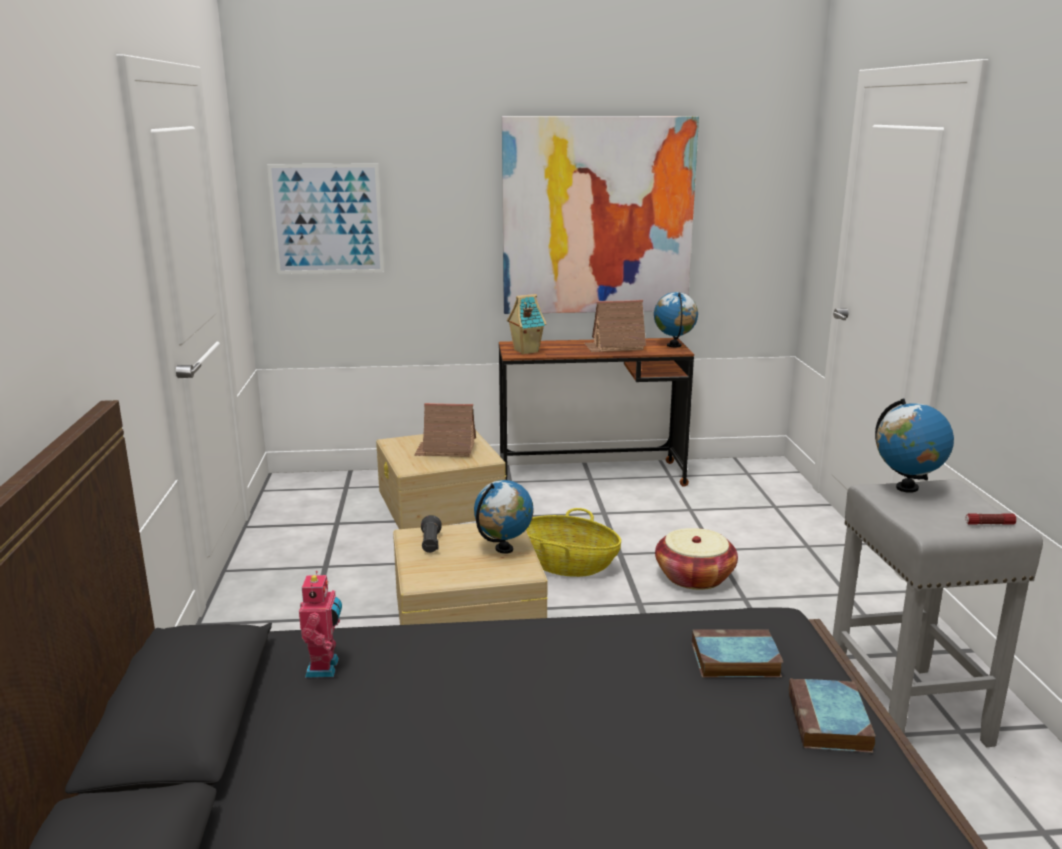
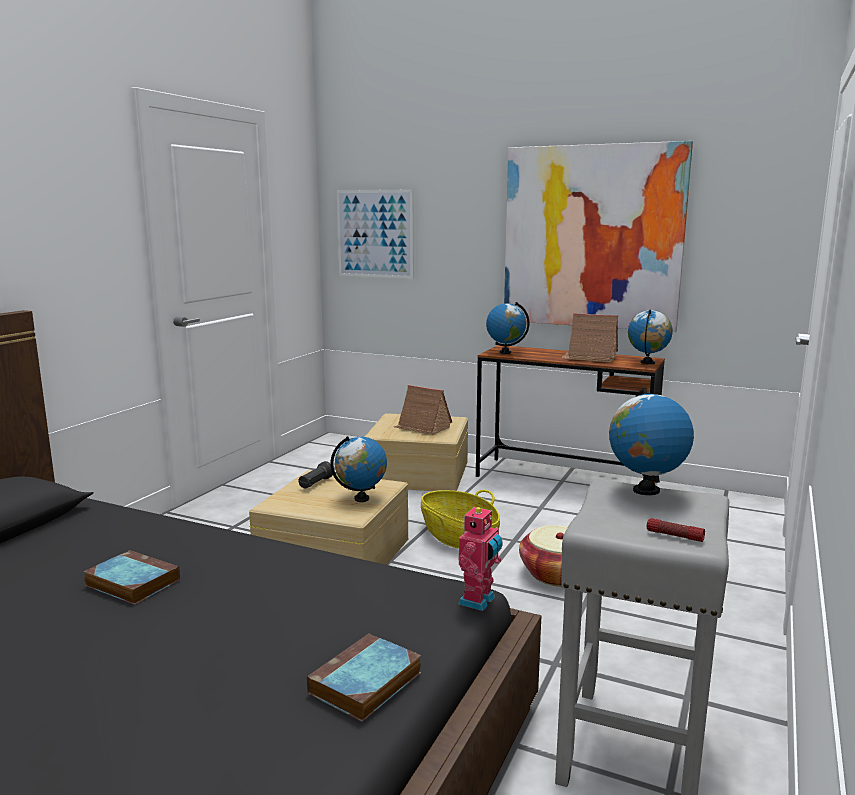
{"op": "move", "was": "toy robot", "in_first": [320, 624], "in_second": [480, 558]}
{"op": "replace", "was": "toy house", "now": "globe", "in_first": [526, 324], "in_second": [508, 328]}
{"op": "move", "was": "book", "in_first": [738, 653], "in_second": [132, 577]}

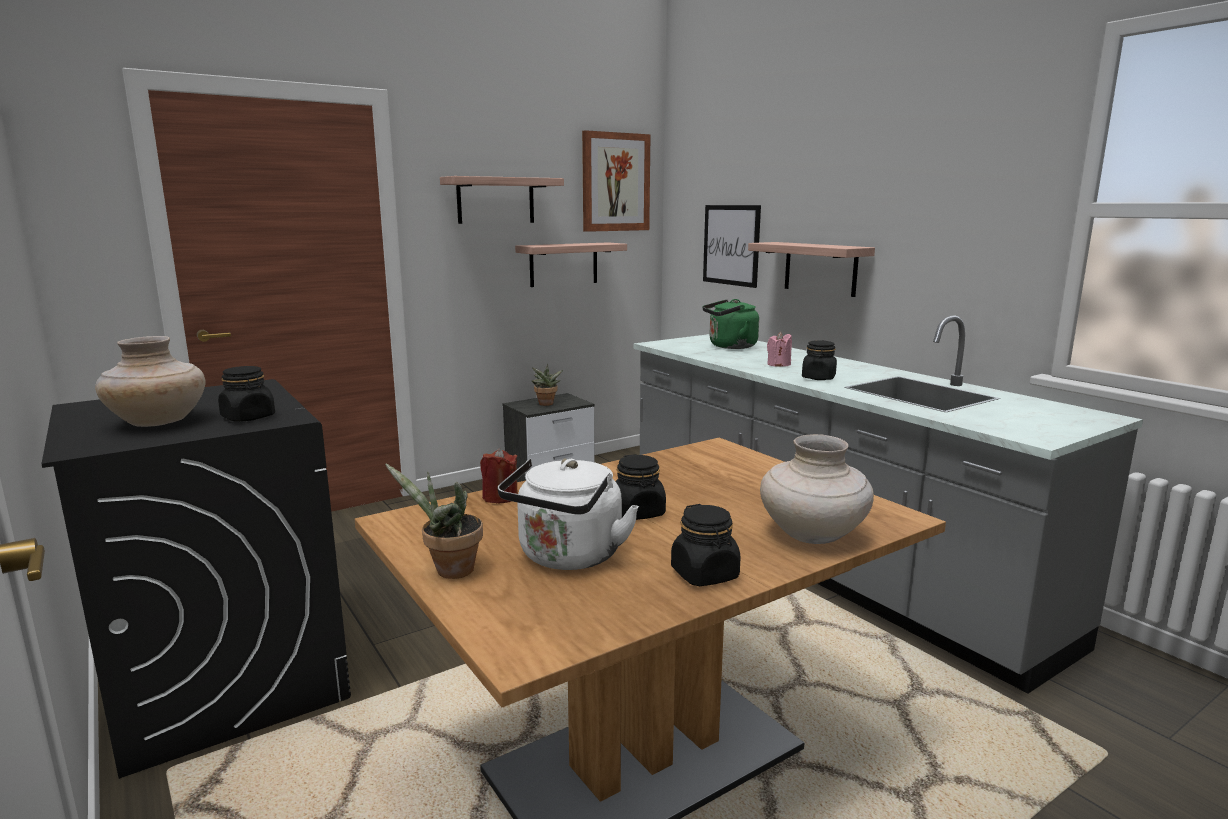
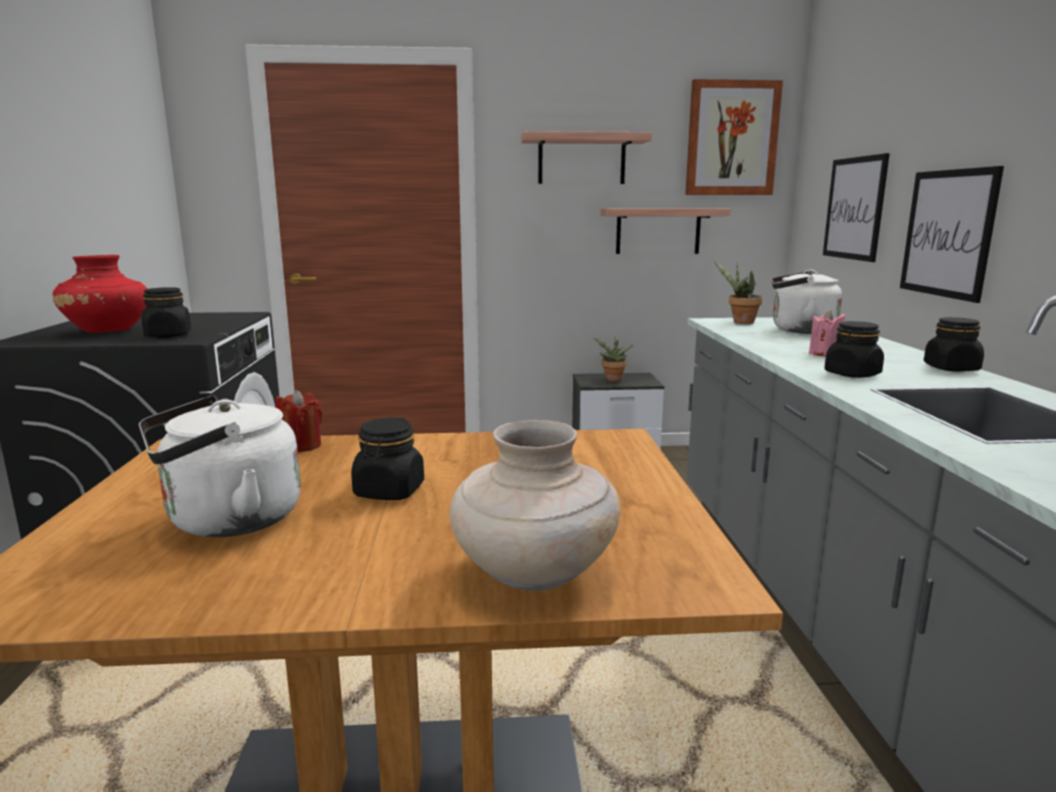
{"op": "recolor", "was": "vase/beige", "now": "vase/red", "in_first": [150, 381], "in_second": [100, 294]}
{"op": "move", "was": "potted plant", "in_first": [434, 521], "in_second": [738, 293]}
{"op": "move", "was": "jar/black", "in_first": [706, 545], "in_second": [954, 344]}
{"op": "recolor", "was": "kettle/green", "now": "kettle/white", "in_first": [730, 324], "in_second": [806, 302]}
{"op": "replace", "was": "shelf", "now": "picture", "in_first": [811, 269], "in_second": [952, 234]}

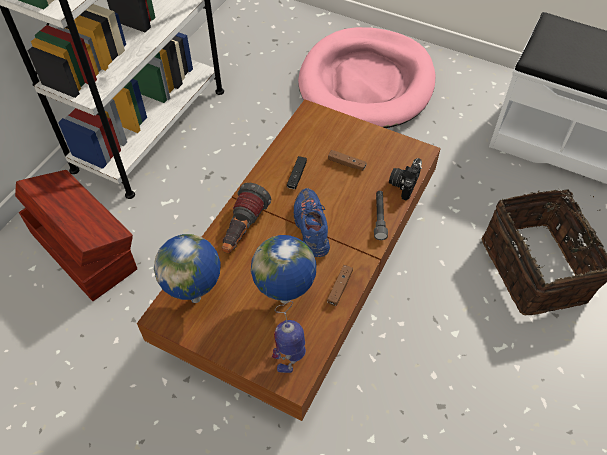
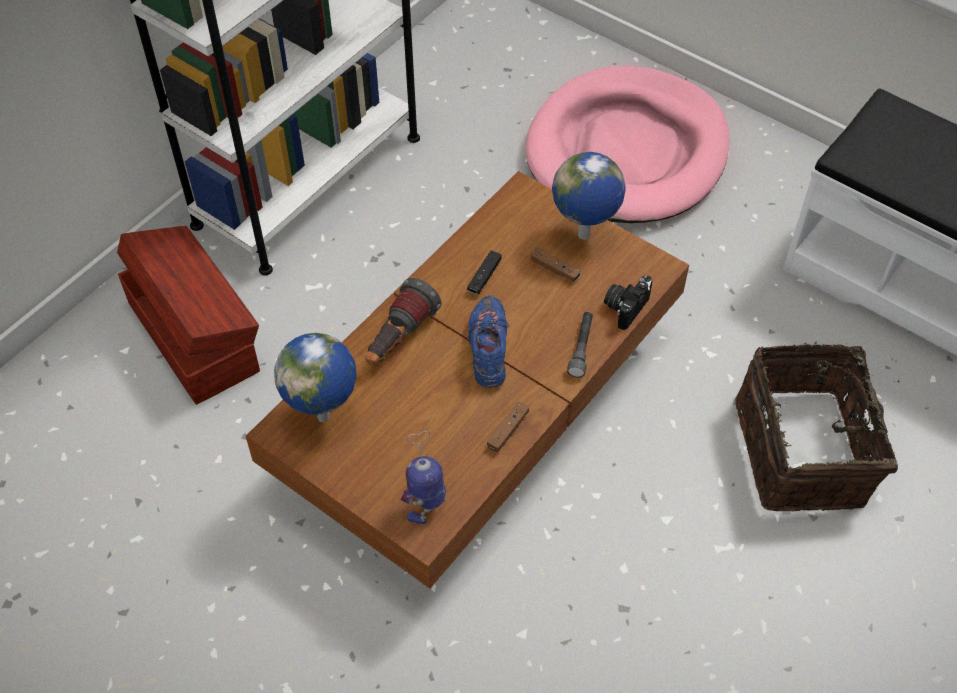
{"op": "move", "was": "globe", "in_first": [283, 269], "in_second": [589, 196]}

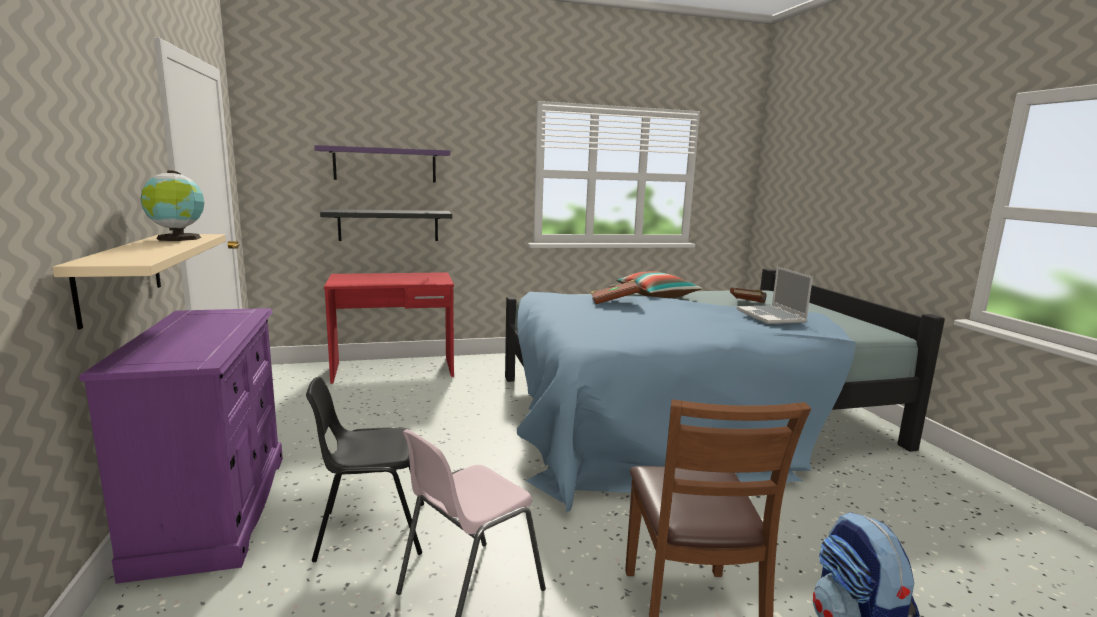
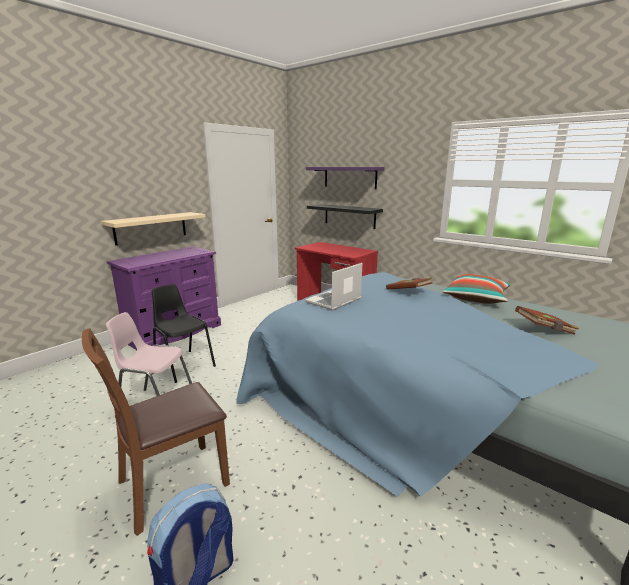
{"op": "delete", "was": "globe", "in_first": [172, 205]}
{"op": "move", "was": "laptop", "in_first": [775, 295], "in_second": [333, 287]}

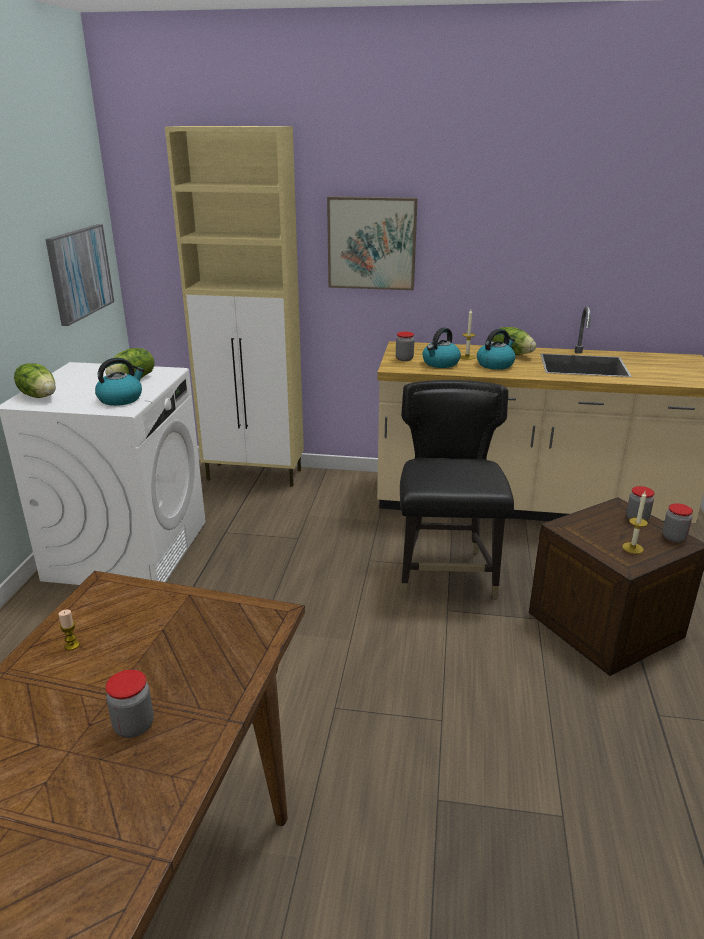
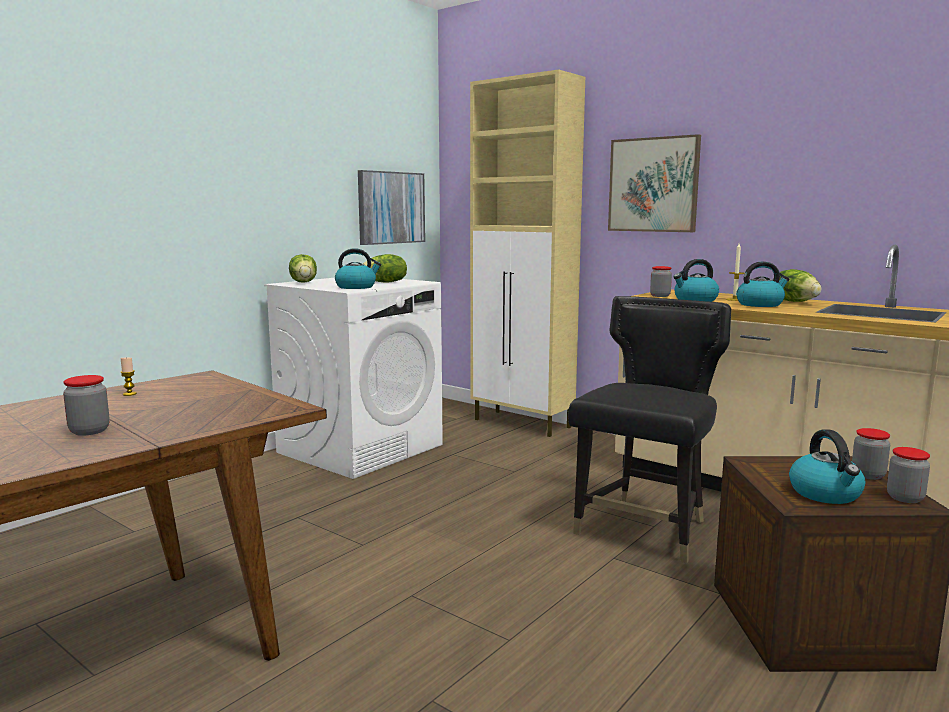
{"op": "replace", "was": "candle", "now": "kettle", "in_first": [635, 523], "in_second": [827, 466]}

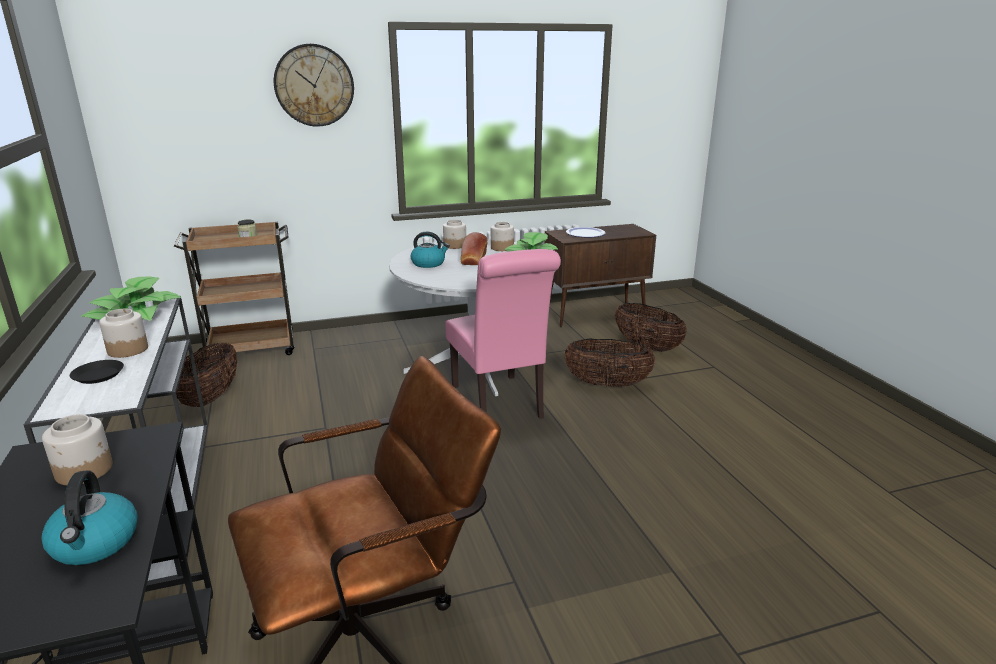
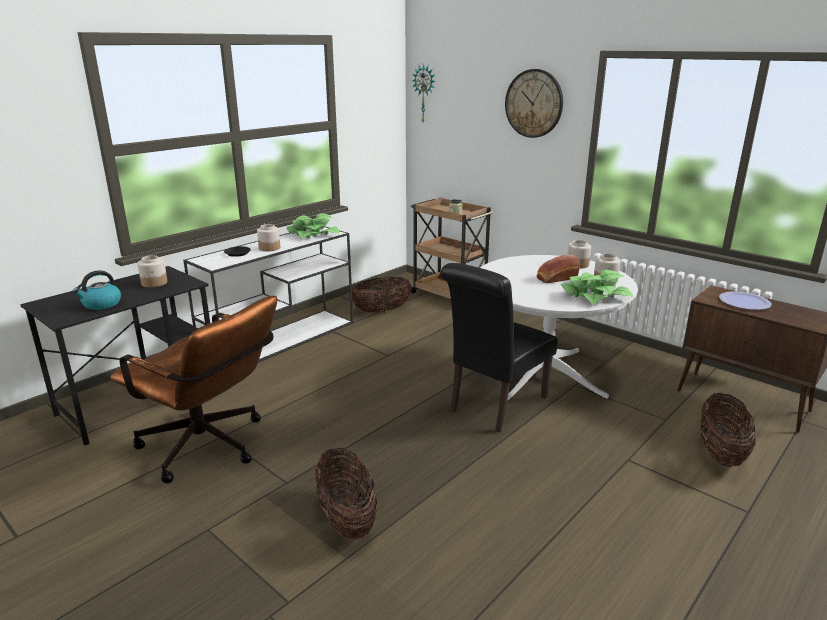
{"op": "delete", "was": "kettle", "in_first": [430, 250]}
{"op": "recolor", "was": "chair/pink", "now": "chair/black", "in_first": [503, 334], "in_second": [499, 348]}
{"op": "move", "was": "basket", "in_first": [609, 362], "in_second": [346, 494]}
{"op": "insert", "now": "wall clock", "in_second": [424, 93]}

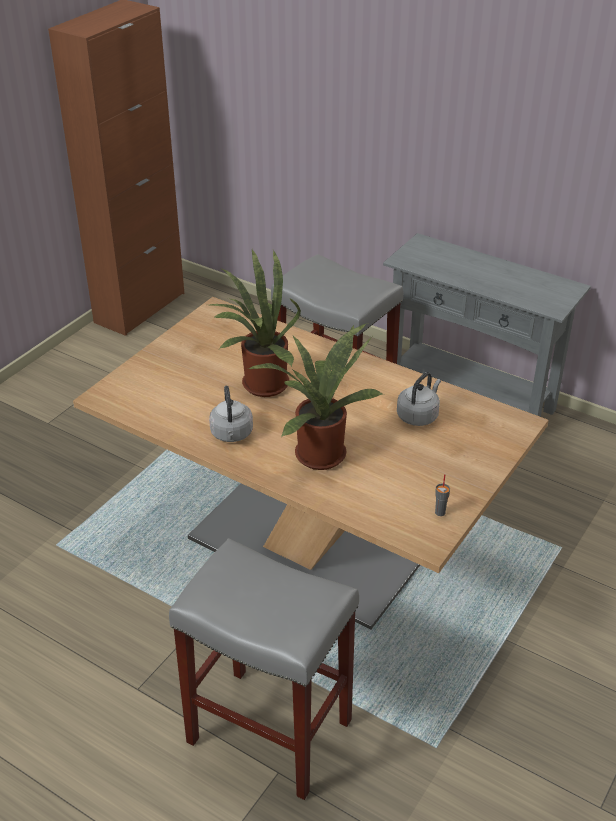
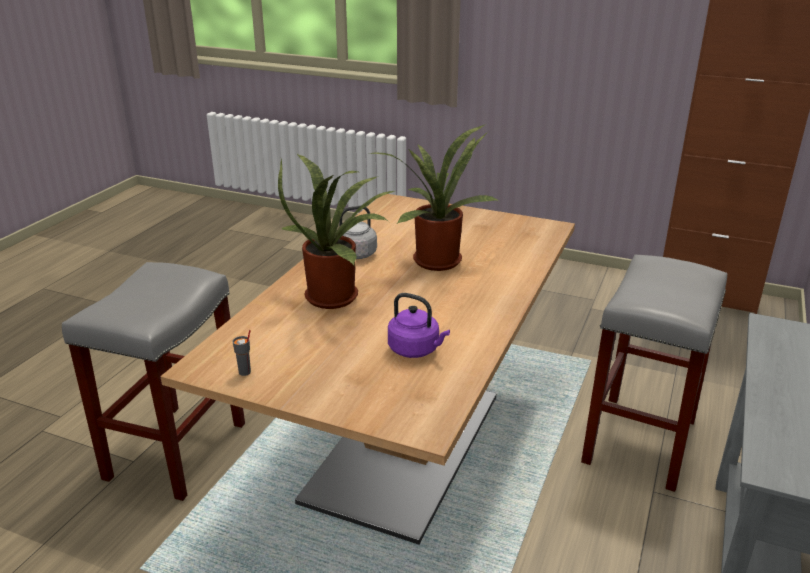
{"op": "recolor", "was": "kettle/grey", "now": "kettle/purple", "in_first": [419, 399], "in_second": [419, 325]}

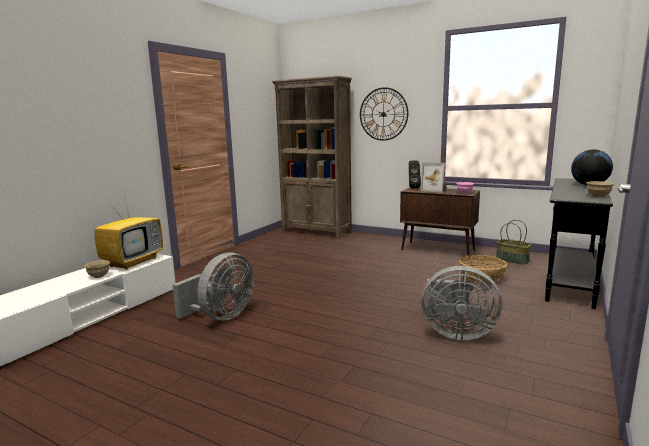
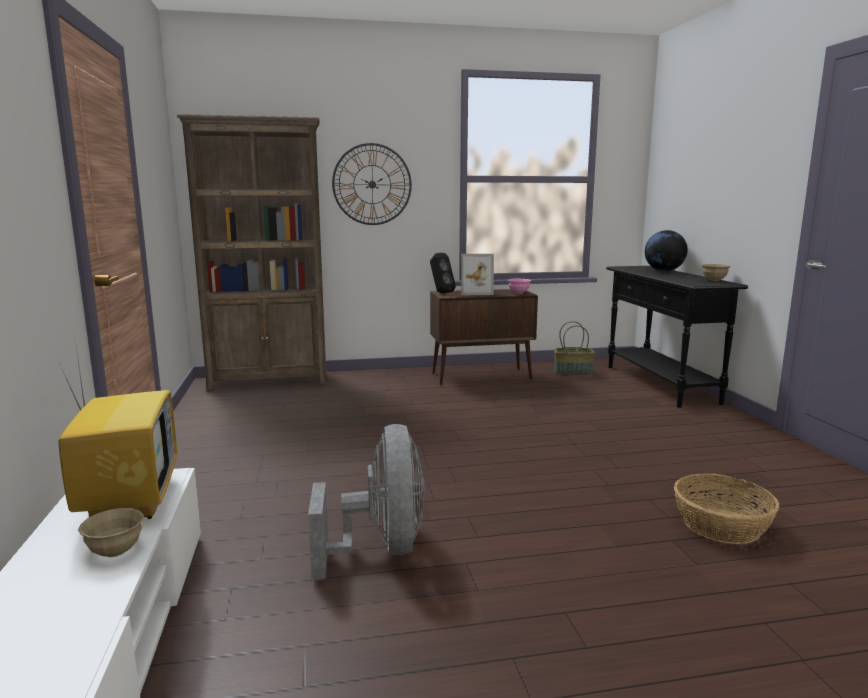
{"op": "delete", "was": "fan/grey", "in_first": [462, 303]}
{"op": "move", "was": "basket", "in_first": [483, 269], "in_second": [727, 508]}

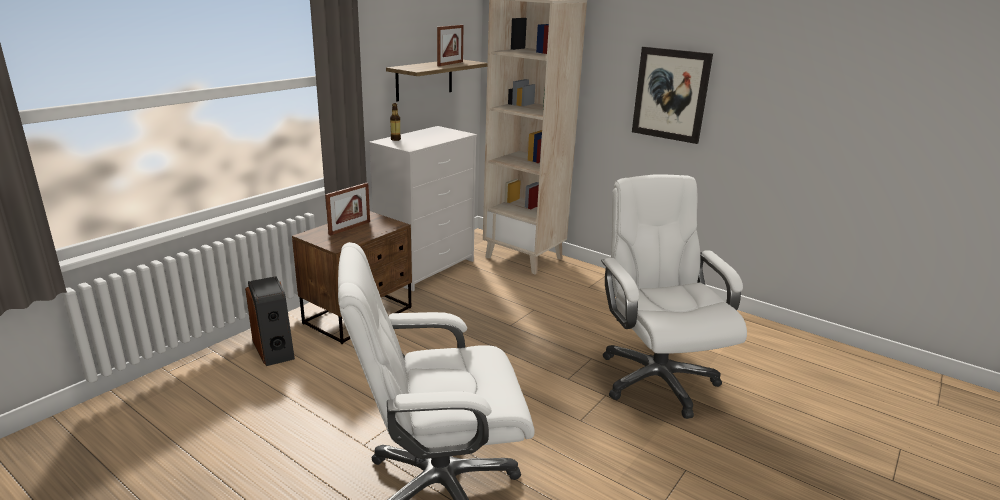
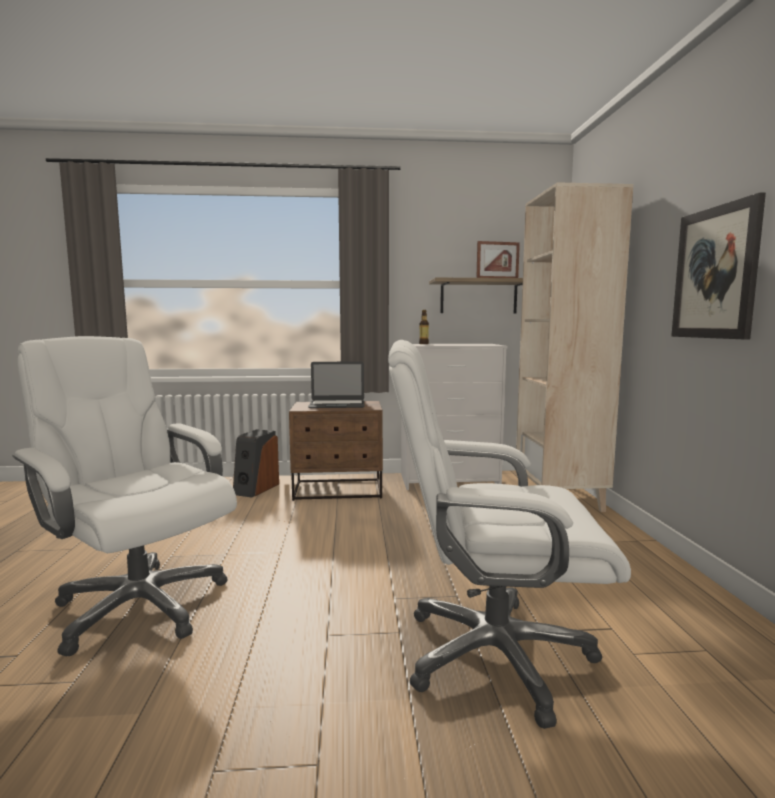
{"op": "replace", "was": "picture frame", "now": "laptop", "in_first": [347, 209], "in_second": [336, 385]}
{"op": "rotate", "was": "office chair/white", "in_first": [674, 296], "in_second": [509, 534], "clockwise": -120}

